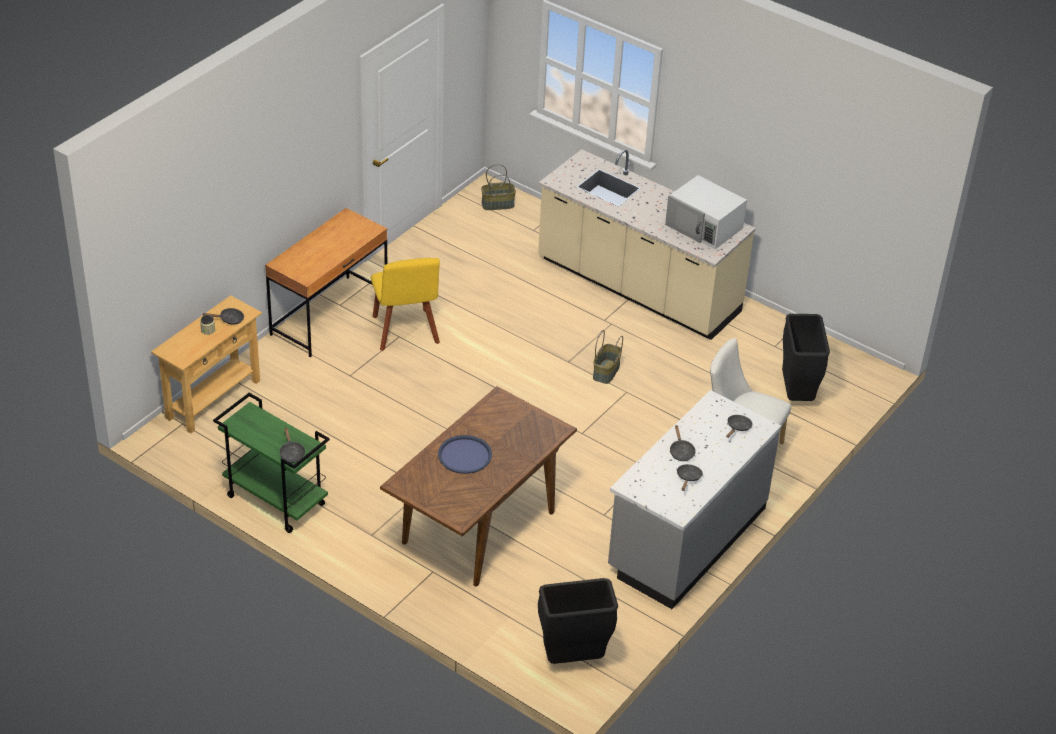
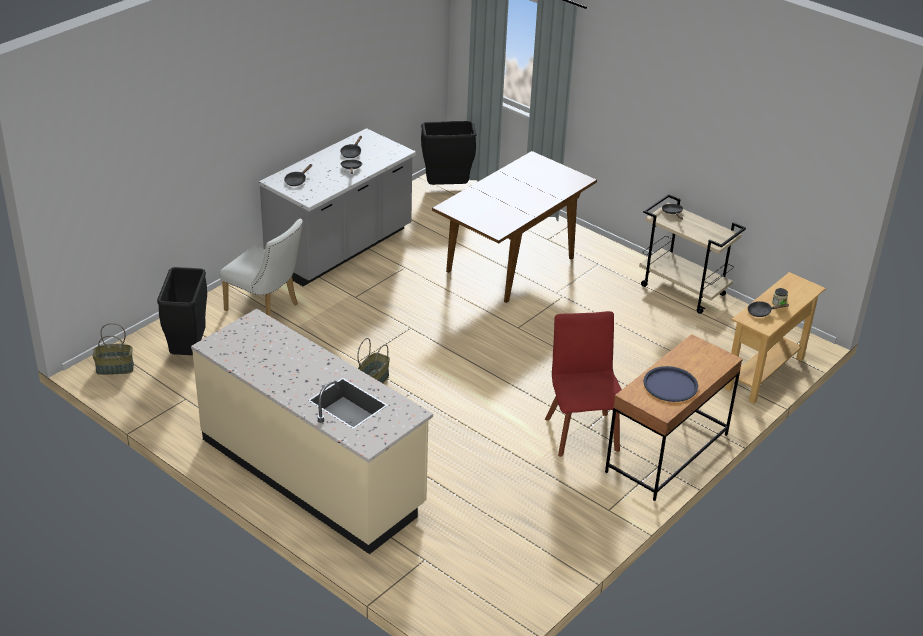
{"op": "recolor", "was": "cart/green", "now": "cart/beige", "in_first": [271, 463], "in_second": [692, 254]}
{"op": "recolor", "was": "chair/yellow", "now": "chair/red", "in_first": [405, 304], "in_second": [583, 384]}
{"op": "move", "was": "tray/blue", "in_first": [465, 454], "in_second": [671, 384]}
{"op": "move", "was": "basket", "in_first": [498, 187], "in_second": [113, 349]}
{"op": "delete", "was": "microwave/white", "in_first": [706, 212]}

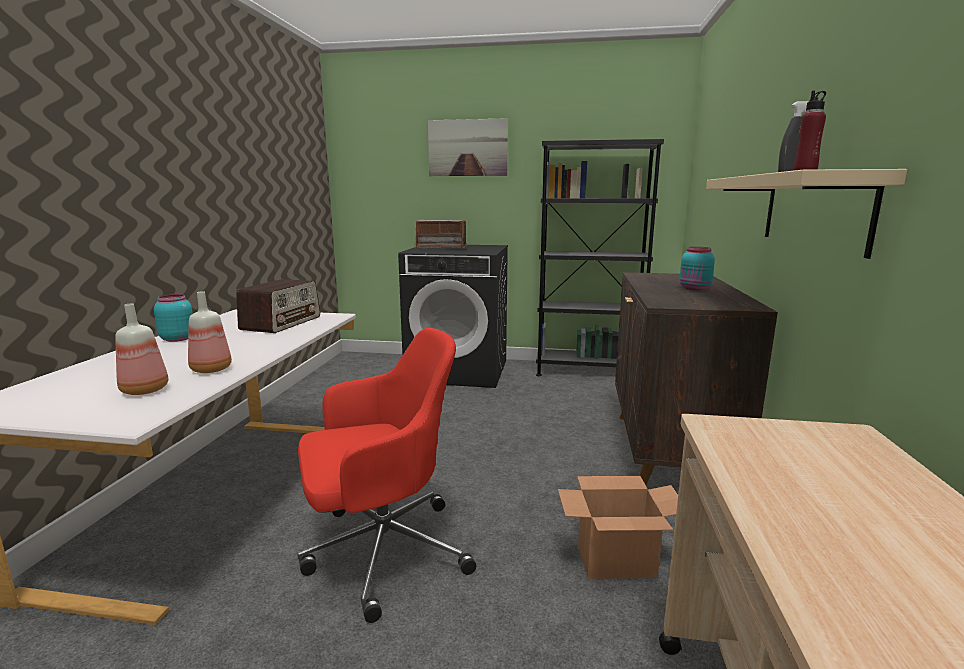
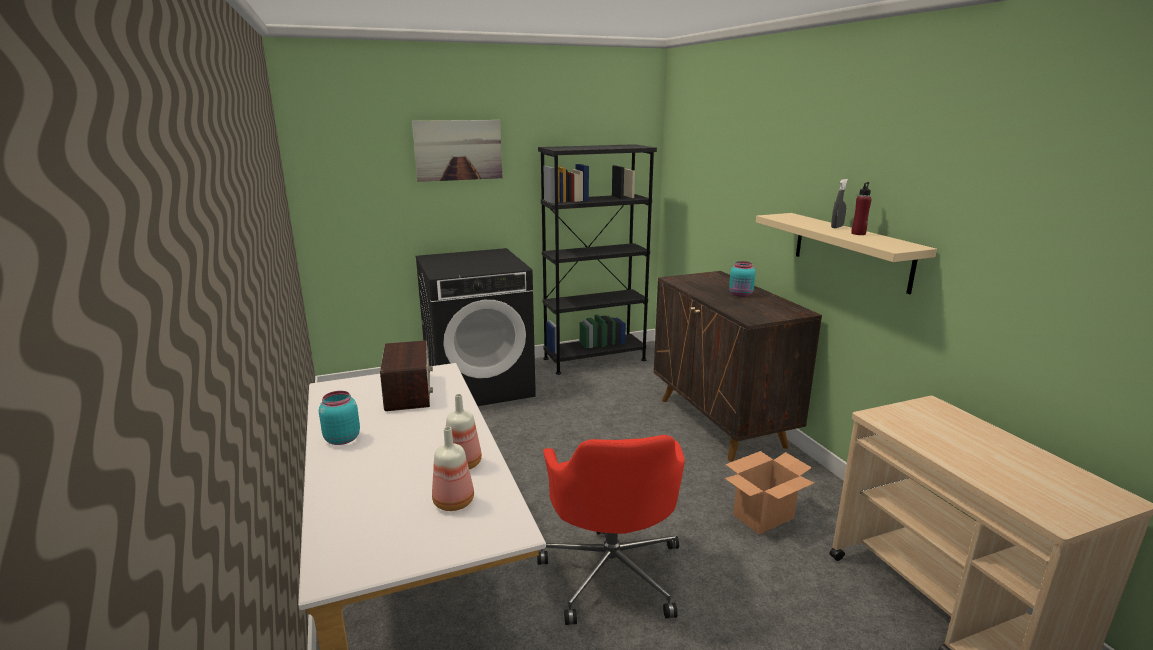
{"op": "rotate", "was": "office chair/red", "in_first": [386, 475], "in_second": [611, 530], "clockwise": 135}
{"op": "delete", "was": "radio", "in_first": [441, 234]}

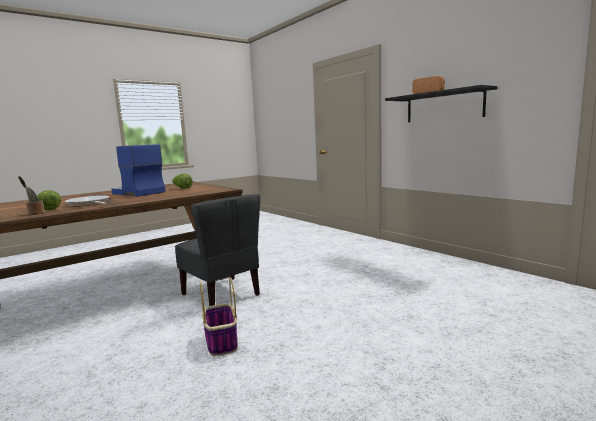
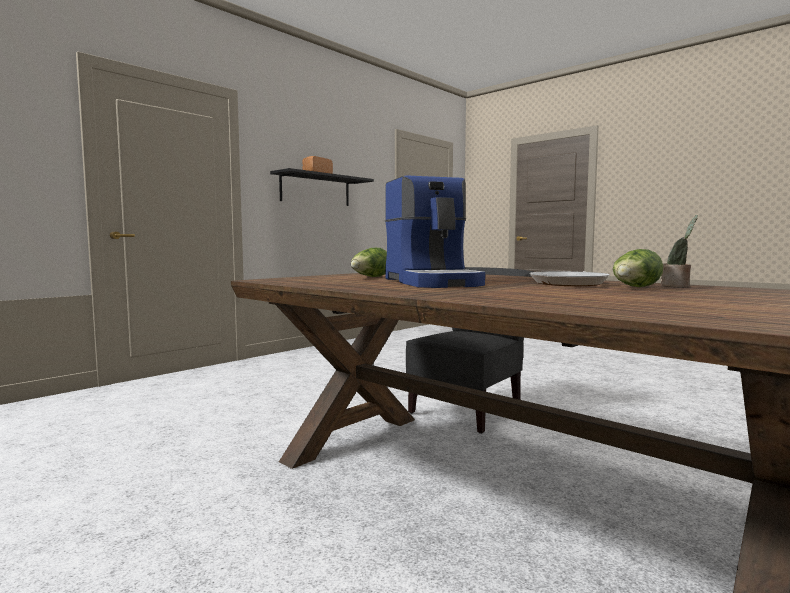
{"op": "rotate", "was": "coffee machine", "in_first": [139, 170], "in_second": [435, 231], "clockwise": -45}
{"op": "delete", "was": "basket", "in_first": [219, 316]}

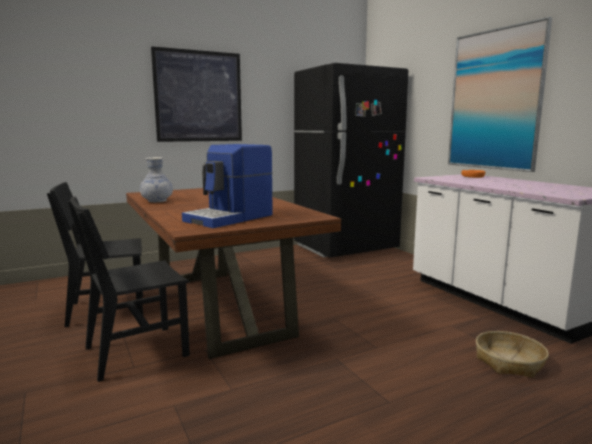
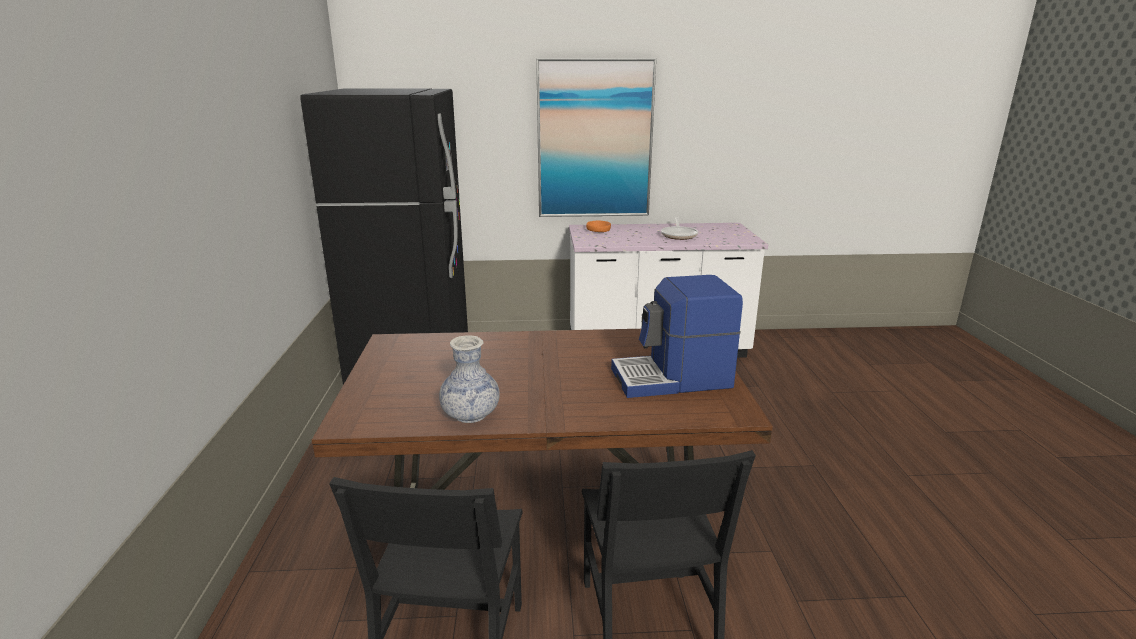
{"op": "delete", "was": "picture", "in_first": [196, 94]}
{"op": "rotate", "was": "coffee machine", "in_first": [227, 186], "in_second": [677, 336], "clockwise": 105}
{"op": "delete", "was": "basket", "in_first": [512, 354]}
{"op": "insert", "now": "frying pan", "in_second": [679, 228]}

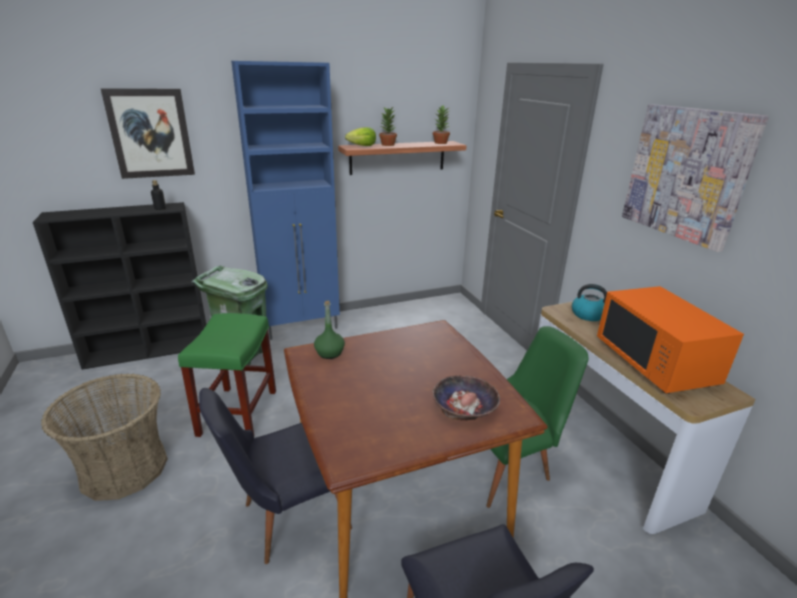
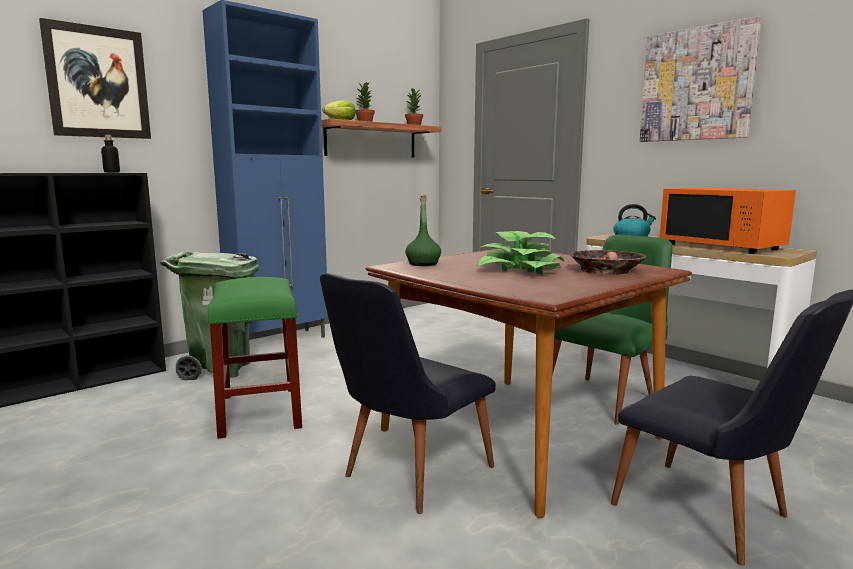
{"op": "delete", "was": "basket", "in_first": [104, 437]}
{"op": "insert", "now": "potted plant", "in_second": [521, 252]}

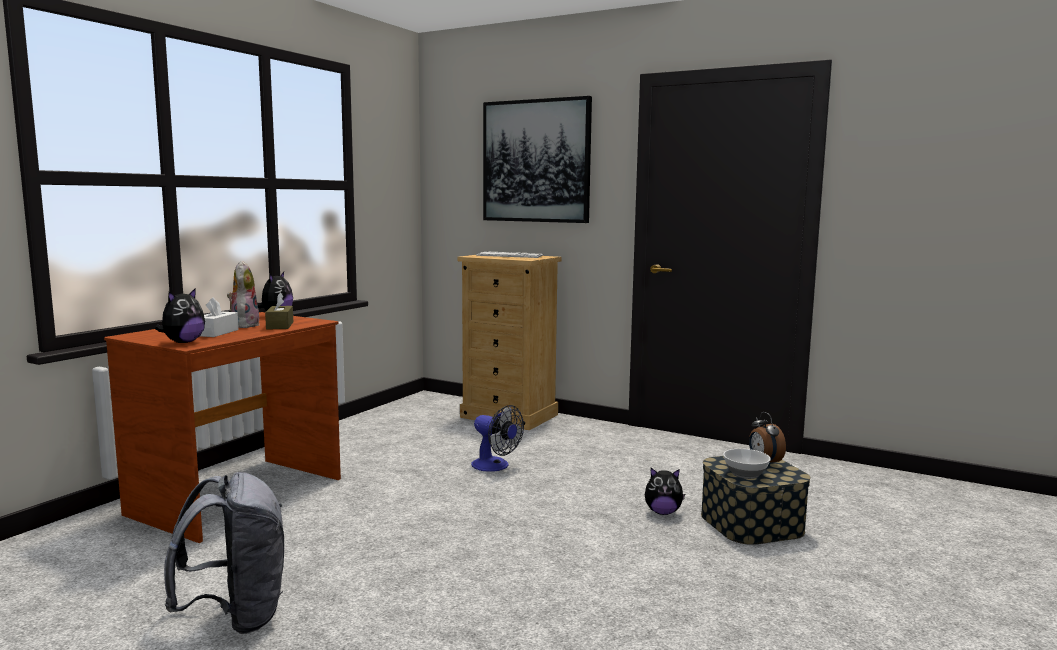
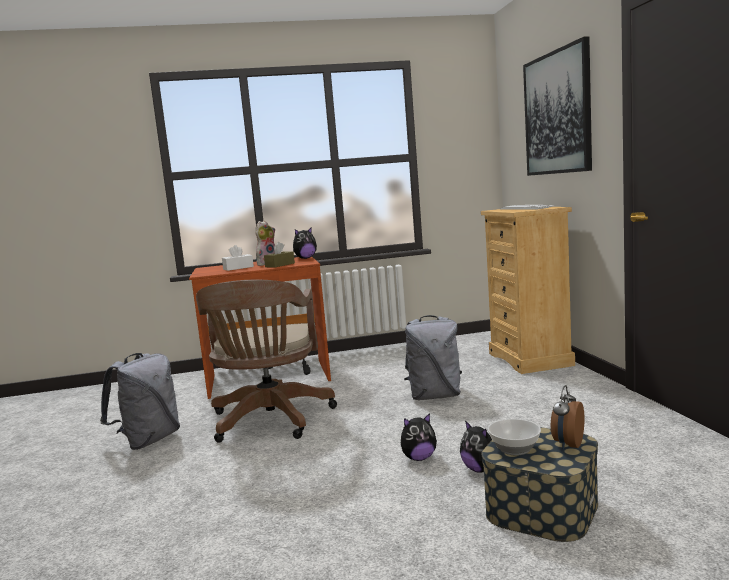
{"op": "move", "was": "plush toy", "in_first": [180, 315], "in_second": [419, 437]}
{"op": "replace", "was": "fan", "now": "backpack/grey", "in_first": [497, 438], "in_second": [433, 357]}
{"op": "insert", "now": "office chair/brown", "in_second": [266, 361]}

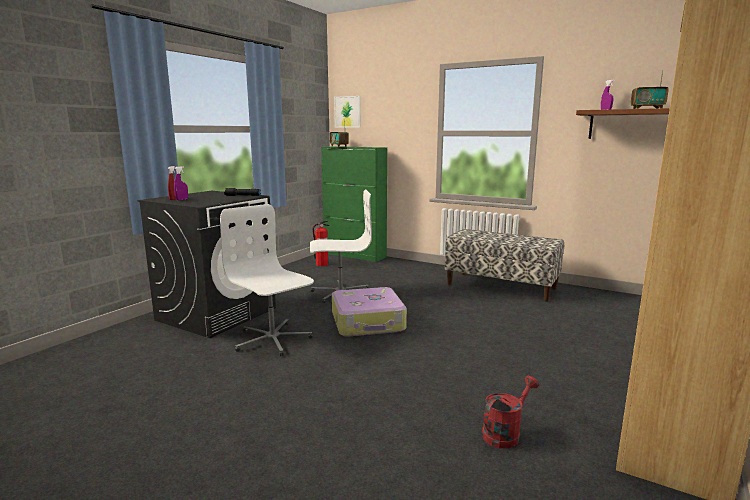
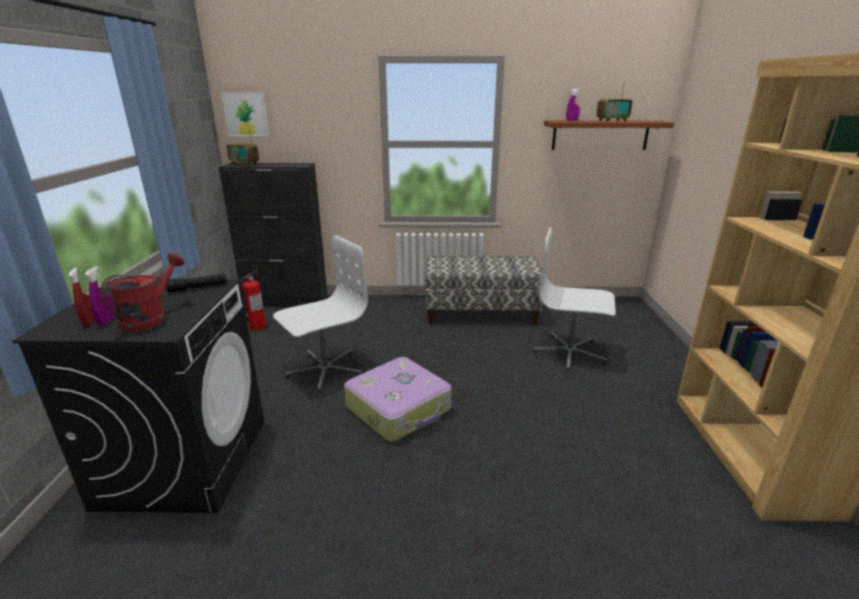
{"op": "move", "was": "office chair/white", "in_first": [267, 280], "in_second": [574, 299]}
{"op": "recolor", "was": "cabinet/green", "now": "cabinet/black", "in_first": [354, 204], "in_second": [273, 235]}
{"op": "move", "was": "watering can/red", "in_first": [510, 412], "in_second": [142, 292]}

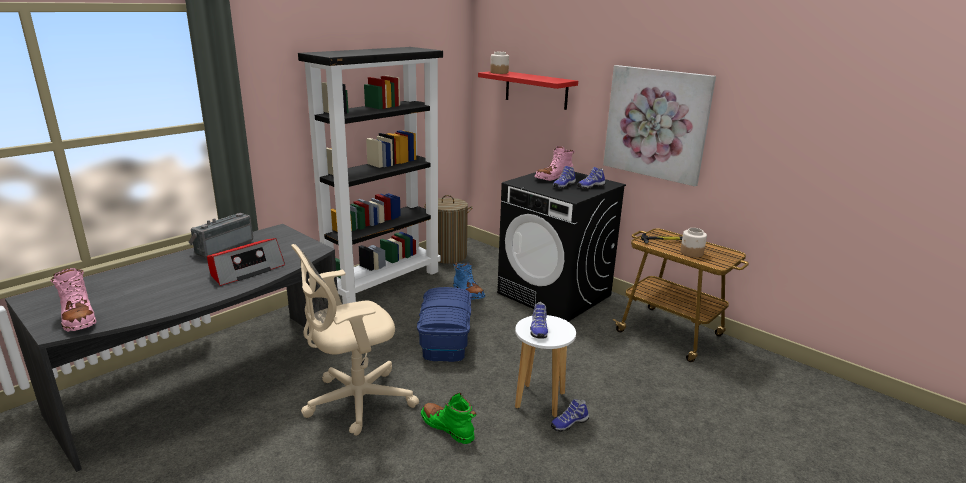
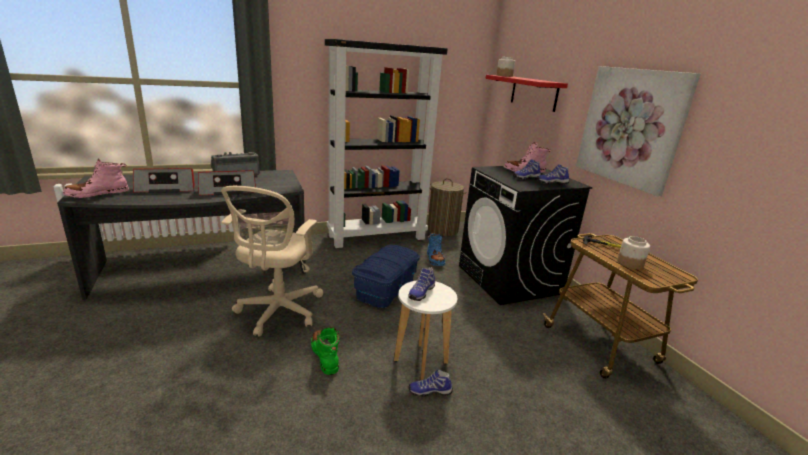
{"op": "rotate", "was": "boot/pink", "in_first": [73, 300], "in_second": [96, 178], "clockwise": 60}
{"op": "rotate", "was": "office chair/beige", "in_first": [355, 340], "in_second": [272, 261], "clockwise": -75}
{"op": "insert", "now": "radio", "in_second": [164, 180]}

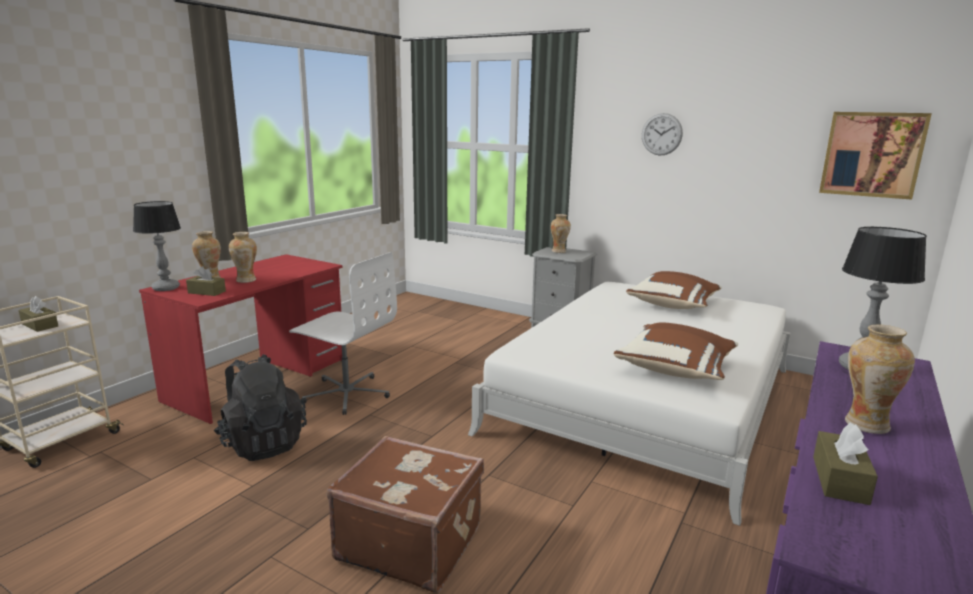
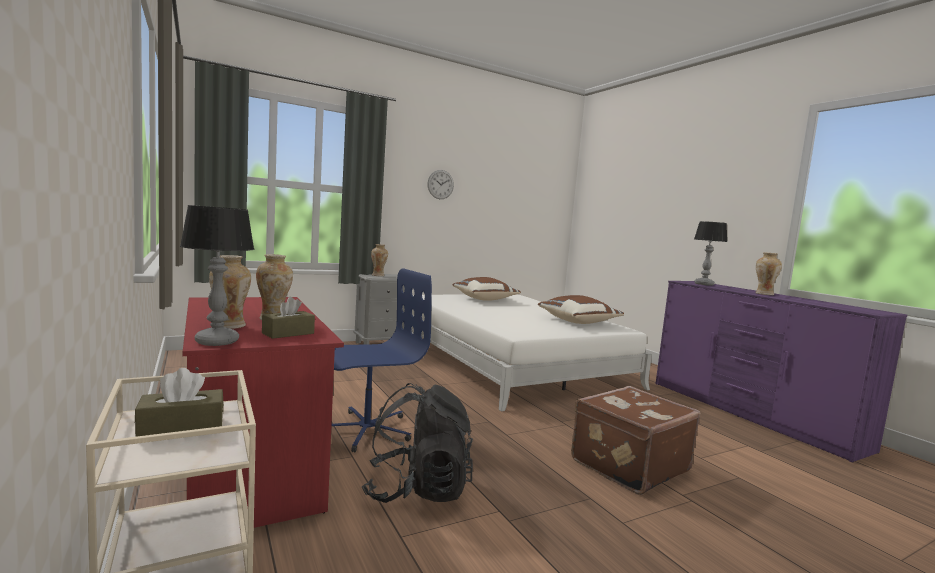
{"op": "recolor", "was": "office chair/white", "now": "office chair/blue", "in_first": [343, 333], "in_second": [381, 360]}
{"op": "delete", "was": "tissue box/brown", "in_first": [845, 464]}
{"op": "delete", "was": "picture", "in_first": [875, 156]}

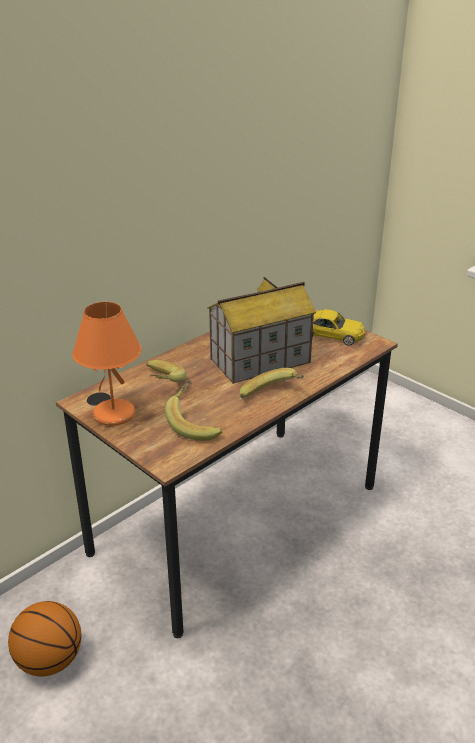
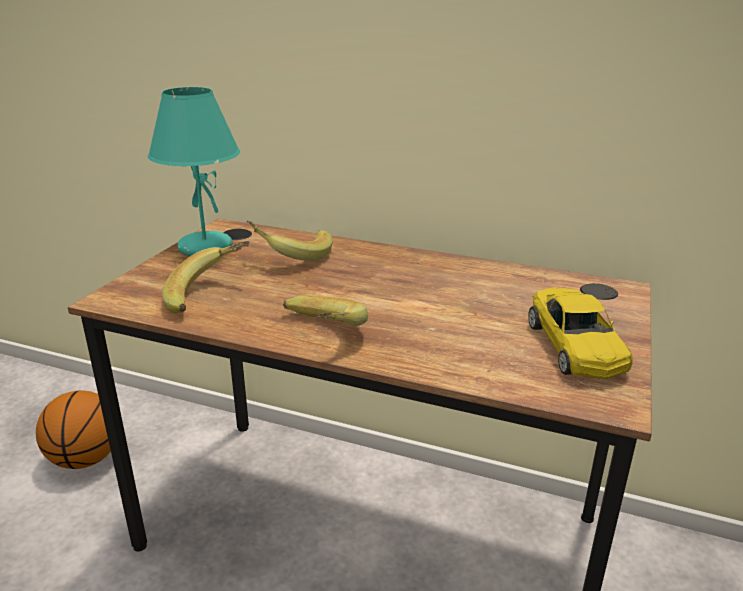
{"op": "recolor", "was": "table lamp/orange", "now": "table lamp/turquoise", "in_first": [107, 364], "in_second": [194, 171]}
{"op": "delete", "was": "toy house", "in_first": [261, 330]}

